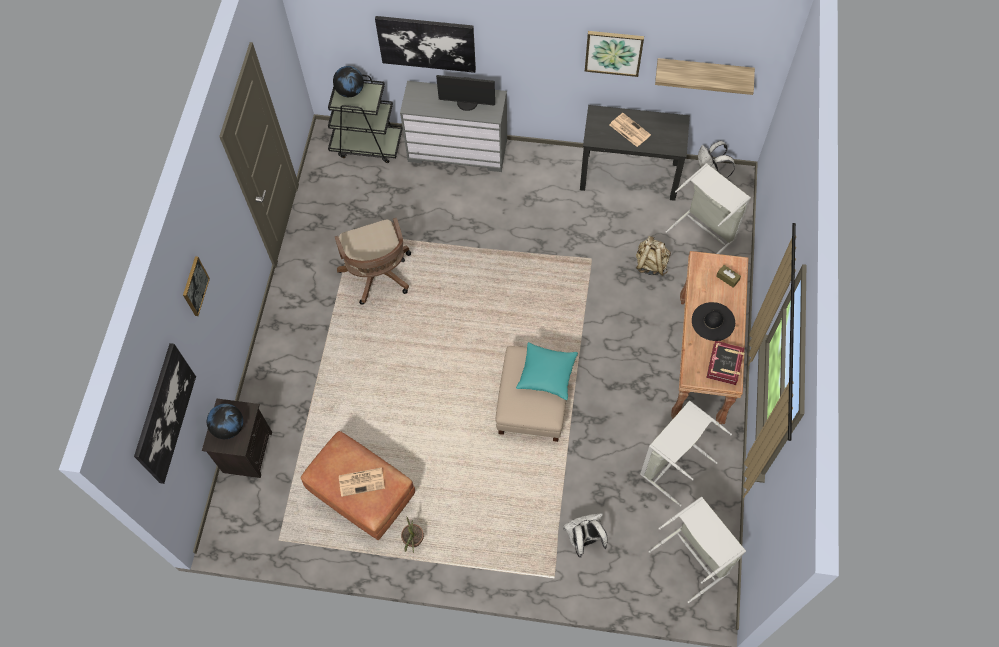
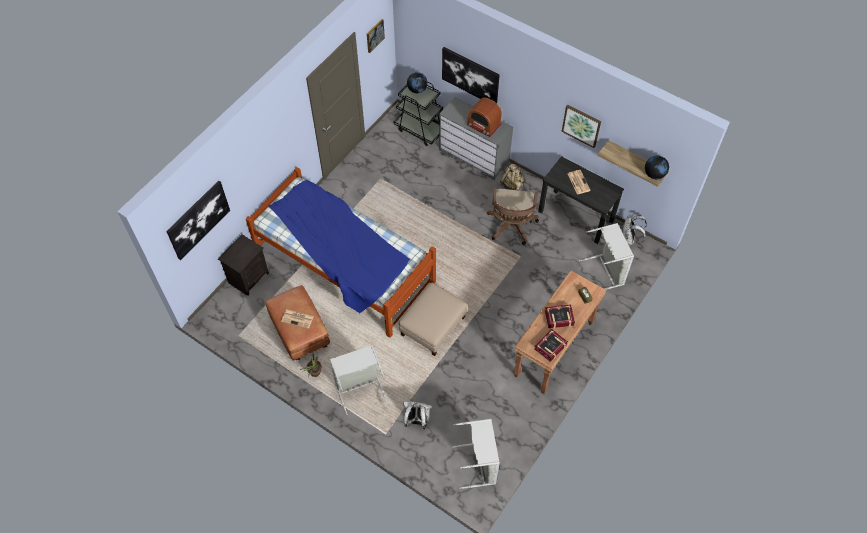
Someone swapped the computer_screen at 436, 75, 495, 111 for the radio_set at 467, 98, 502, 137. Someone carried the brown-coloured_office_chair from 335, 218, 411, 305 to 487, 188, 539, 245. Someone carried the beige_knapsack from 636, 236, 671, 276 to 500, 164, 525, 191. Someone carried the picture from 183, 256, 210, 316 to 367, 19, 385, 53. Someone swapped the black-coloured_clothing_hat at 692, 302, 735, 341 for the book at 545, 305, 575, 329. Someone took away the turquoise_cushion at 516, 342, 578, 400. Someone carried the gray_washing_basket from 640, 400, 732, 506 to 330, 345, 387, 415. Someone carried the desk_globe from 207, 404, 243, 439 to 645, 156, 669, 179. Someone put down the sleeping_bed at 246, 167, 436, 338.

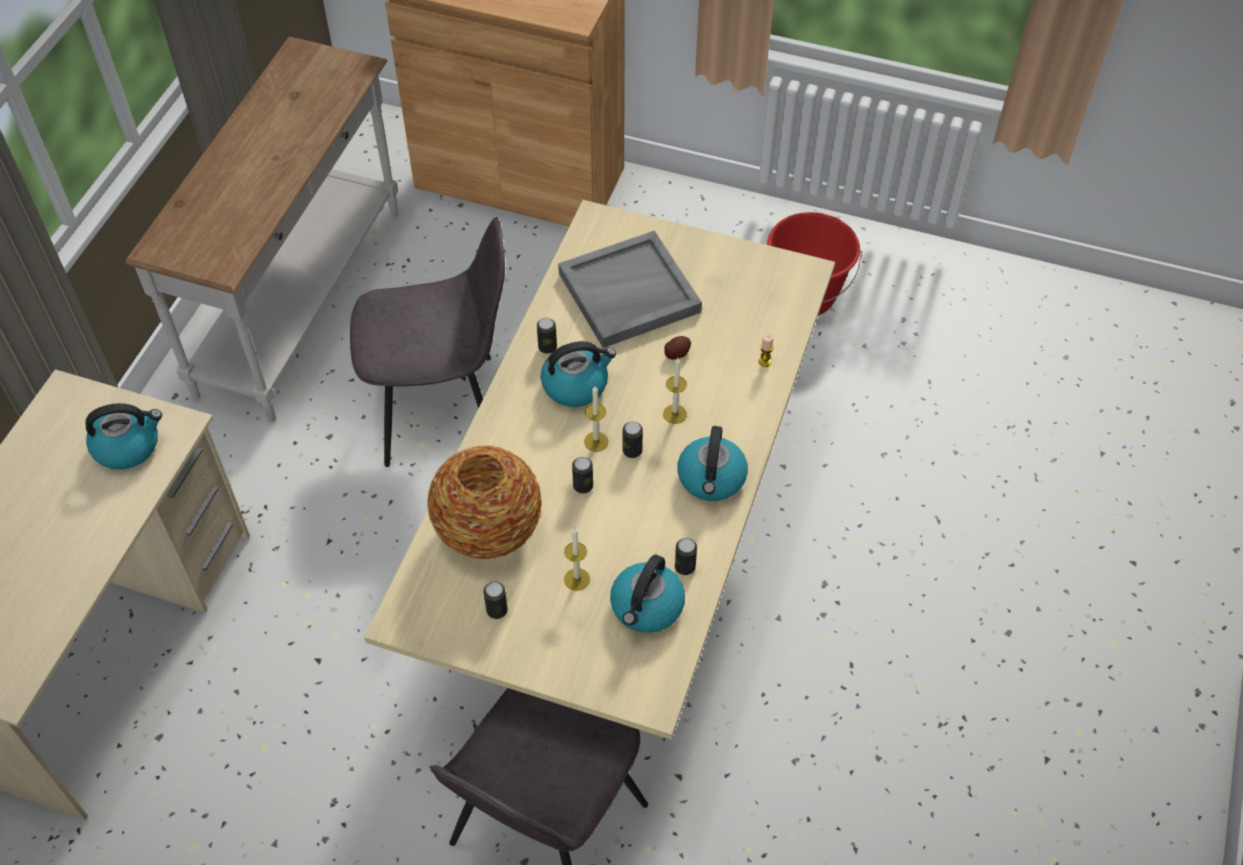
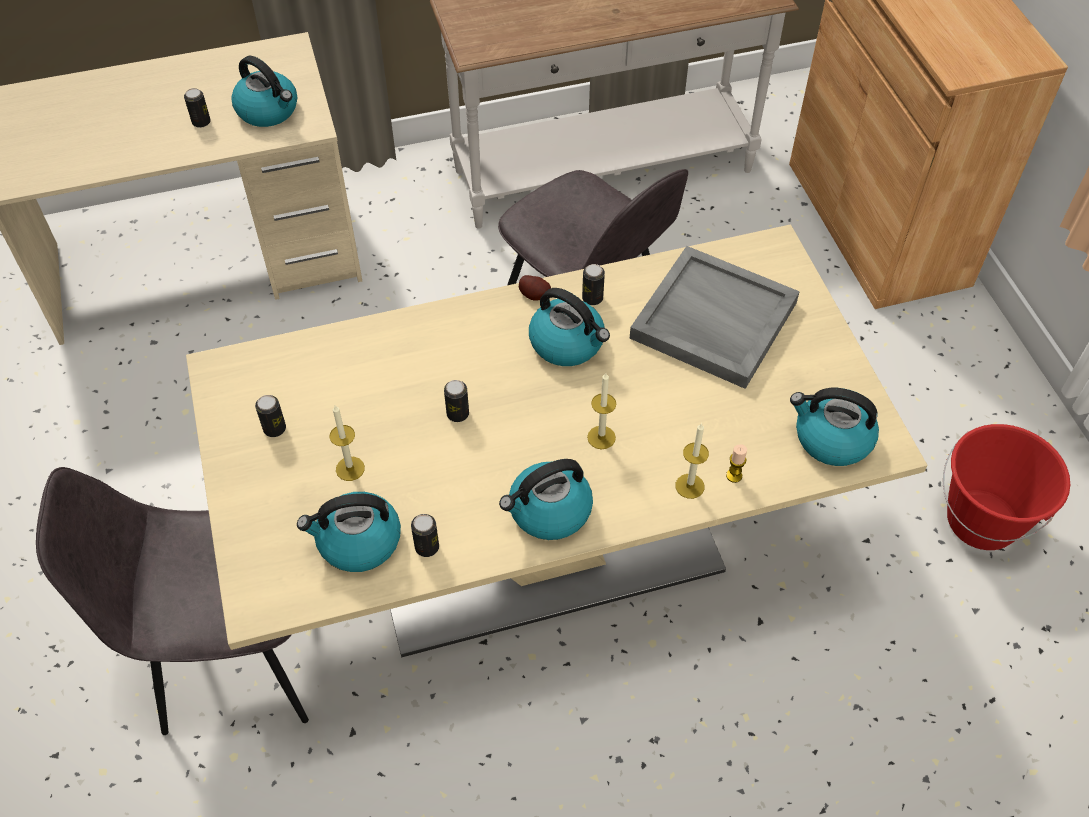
Someone carried the potato from 664, 336, 691, 359 to 519, 275, 551, 301. Someone carried the candle from 584, 386, 609, 452 to 676, 423, 709, 499. Someone carried the can from 623, 422, 643, 458 to 184, 88, 211, 128. Someone took away the vase at 427, 445, 542, 559. Someone put down the water_kettle at 790, 388, 879, 466.

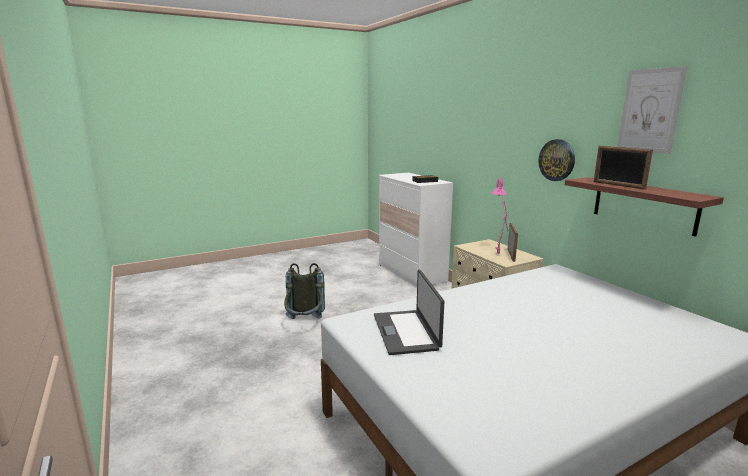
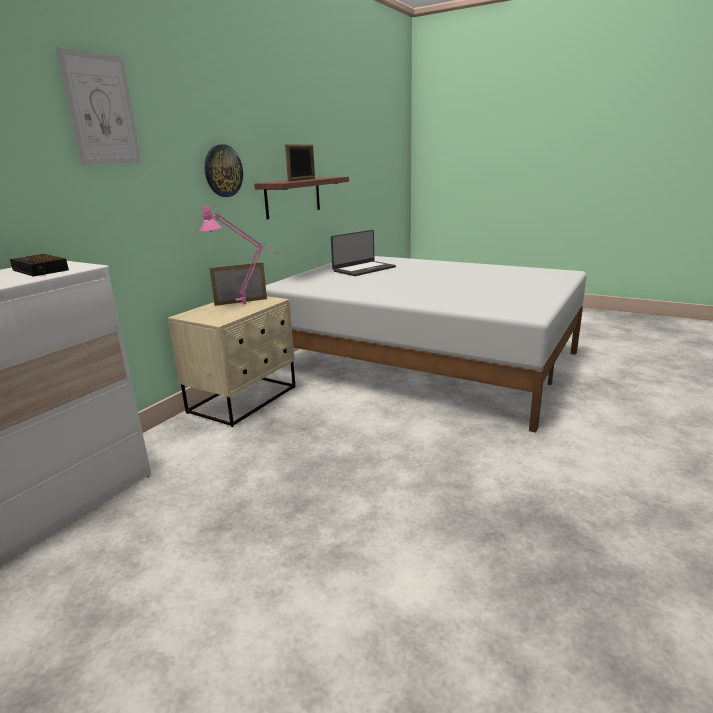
Someone carried the picture from 617, 66, 687, 154 to 56, 47, 141, 165. Someone took away the gray_knapsack at 284, 263, 325, 319. Someone carried the portable_computer from 374, 270, 444, 355 to 331, 230, 396, 276.

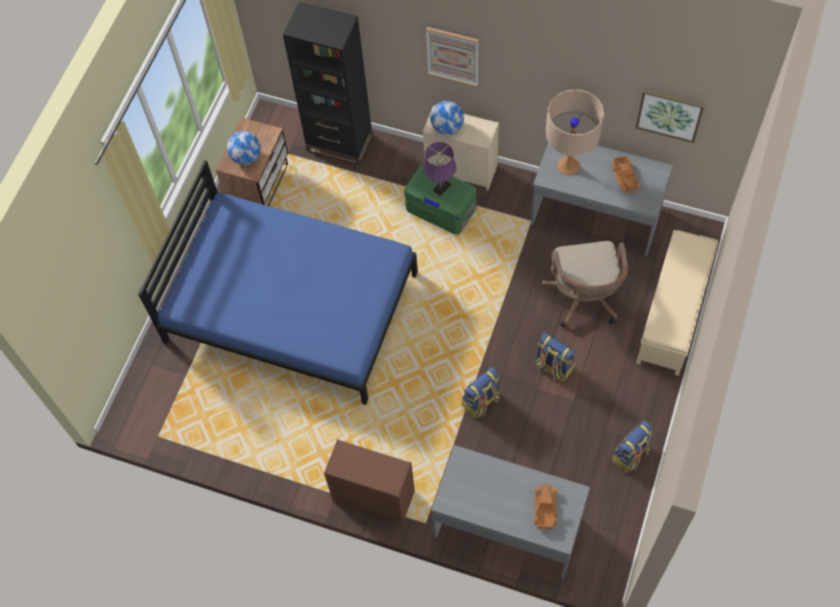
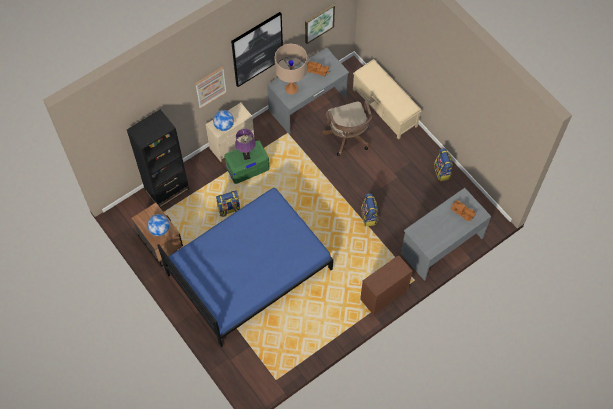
Someone rotated the brown-coloured_office_chair at 541, 241, 629, 327 by 45 degrees clockwise. Someone carried the knapsack from 535, 332, 576, 381 to 216, 191, 240, 217. Someone put up the picture at 231, 12, 283, 87.

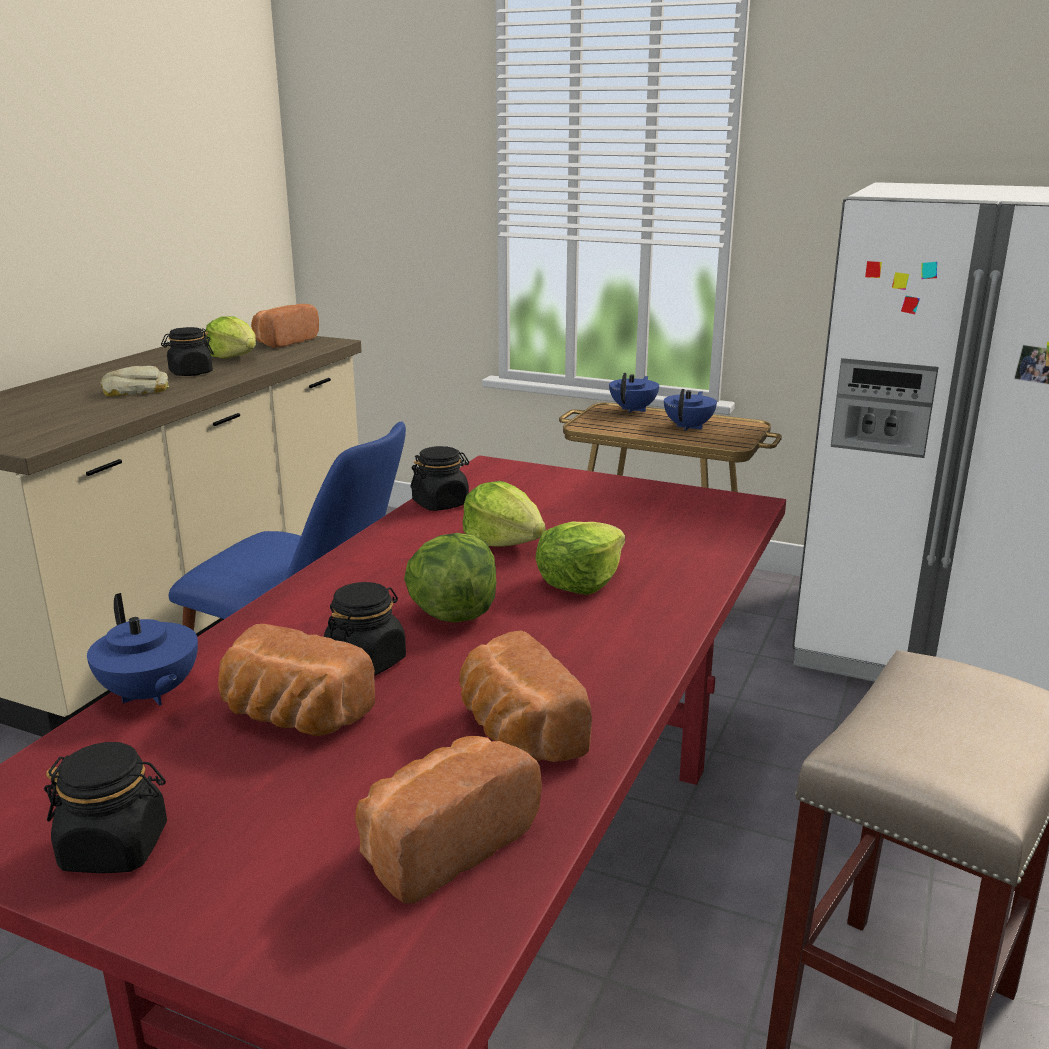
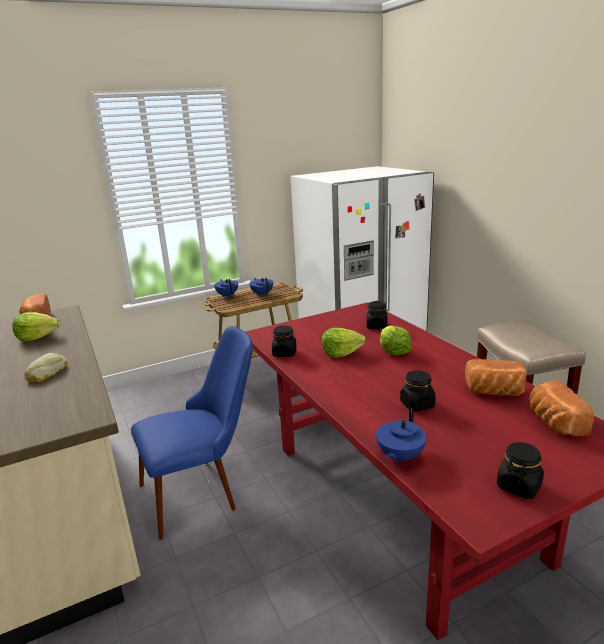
Someone carried the black-coloured_preserve_jar from 161, 327, 214, 376 to 366, 301, 388, 329. Someone took away the lettuce at 404, 533, 497, 623. Someone rotated the bluish_tea_pot at 87, 593, 198, 706 by 120 degrees clockwise. Someone took away the baked_bread at 218, 624, 375, 736.

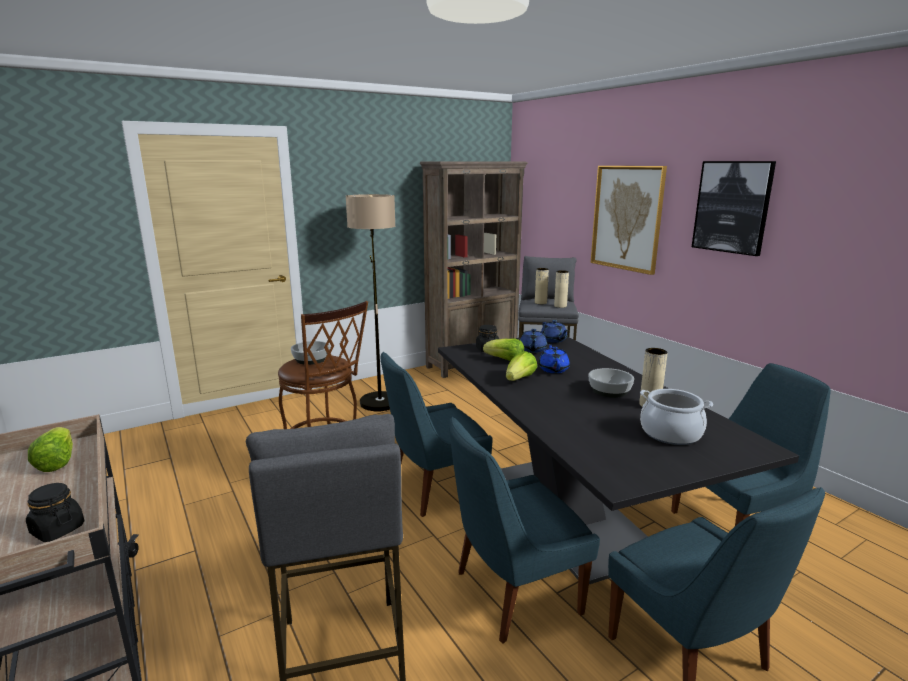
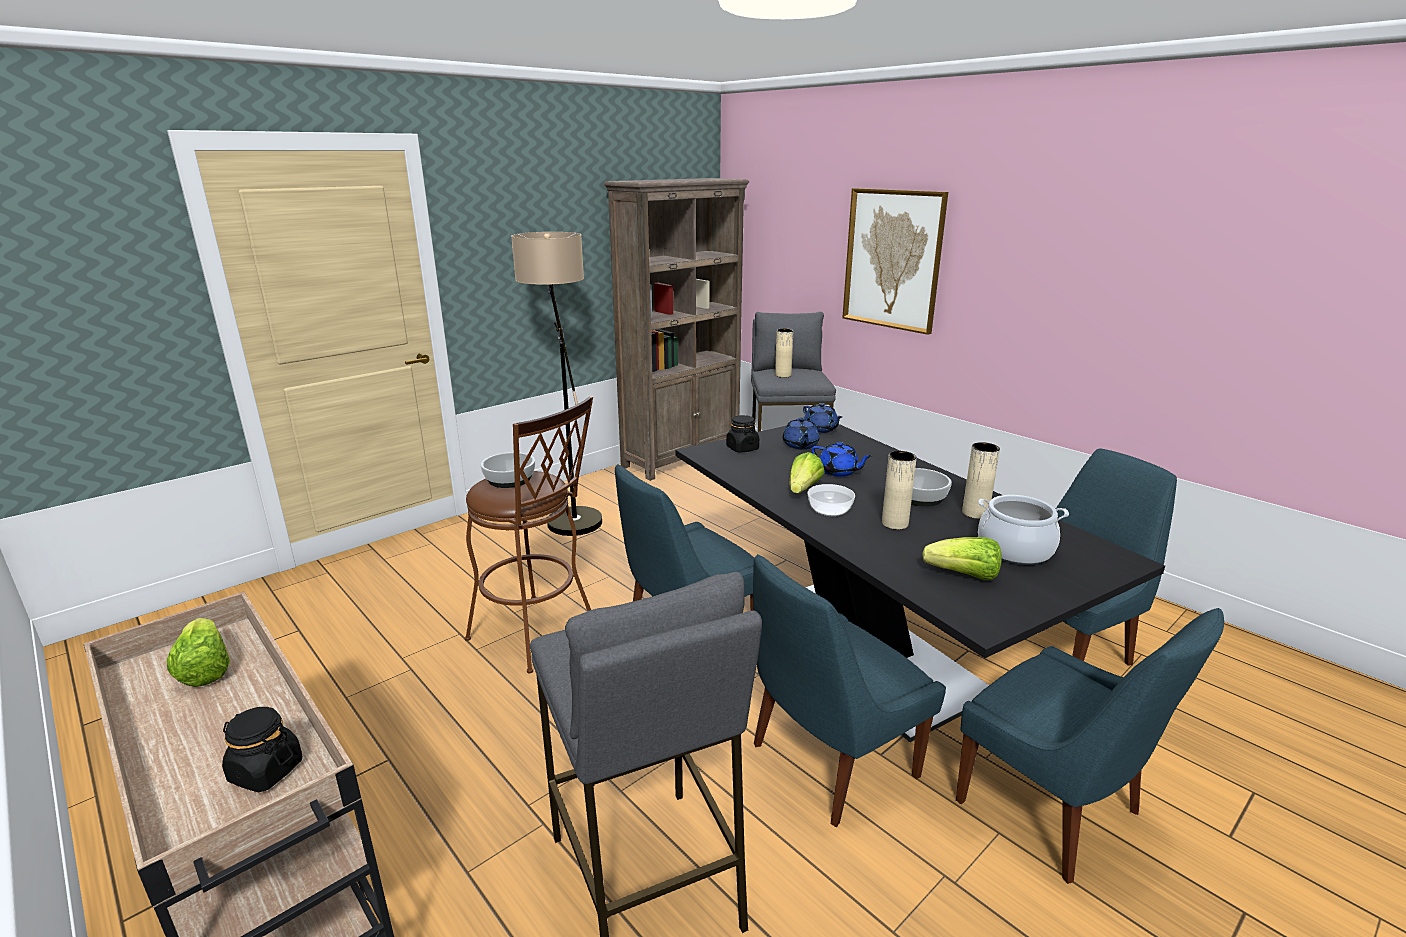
Someone took away the picture at 692, 161, 776, 256. Someone carried the beige_vase from 554, 270, 569, 308 to 882, 451, 917, 530. Someone carried the lettuce from 483, 339, 524, 361 to 922, 537, 1002, 580. Someone rotated the bluish_tea_pot at 538, 344, 570, 373 by 135 degrees clockwise. Someone put down the bowl at 808, 484, 855, 516.

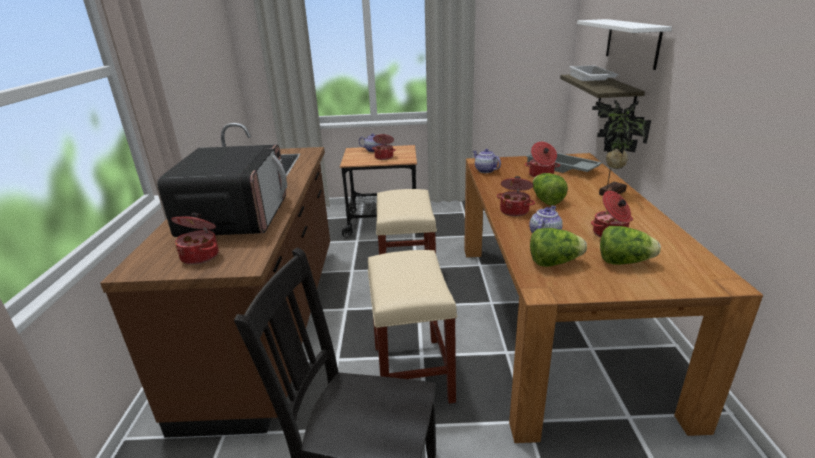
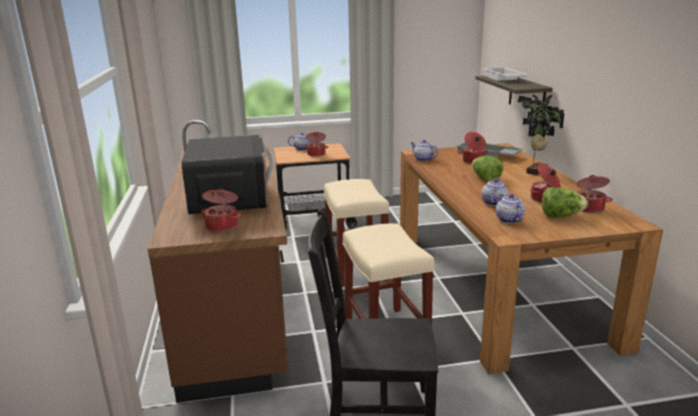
Someone took away the white-coloured_bracket_shelf at 577, 19, 672, 70. Someone carried the saucepot from 497, 176, 535, 216 to 577, 175, 613, 213. Someone swapped the lettuce at 530, 228, 587, 267 for the tea_pot at 496, 194, 525, 223.

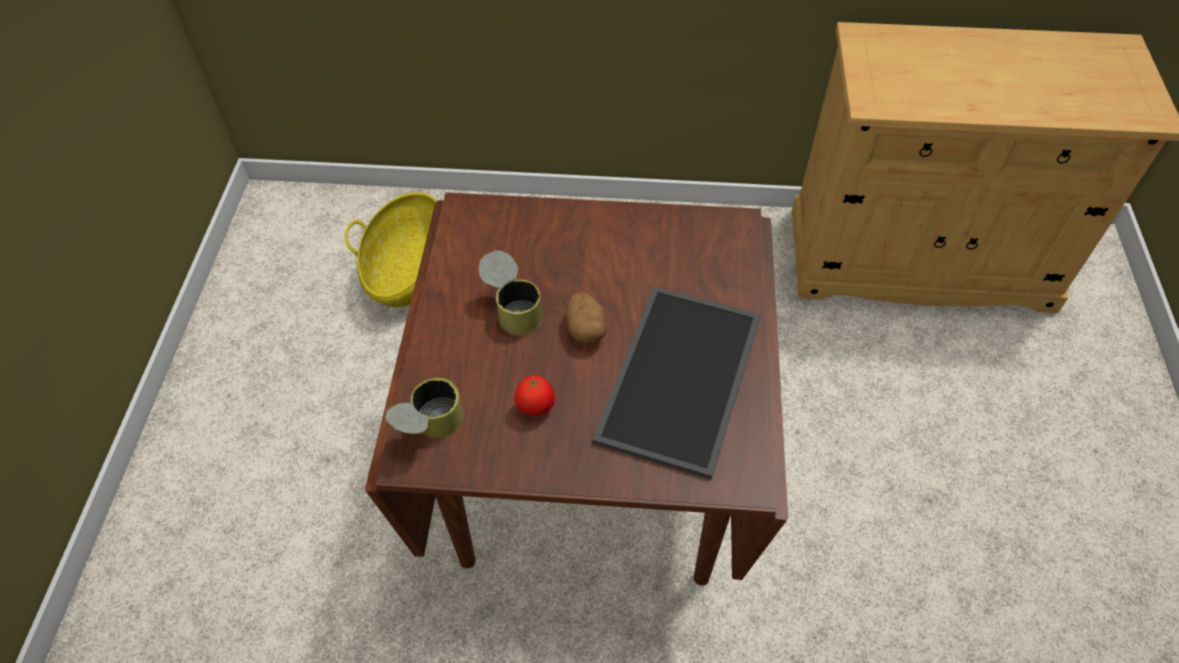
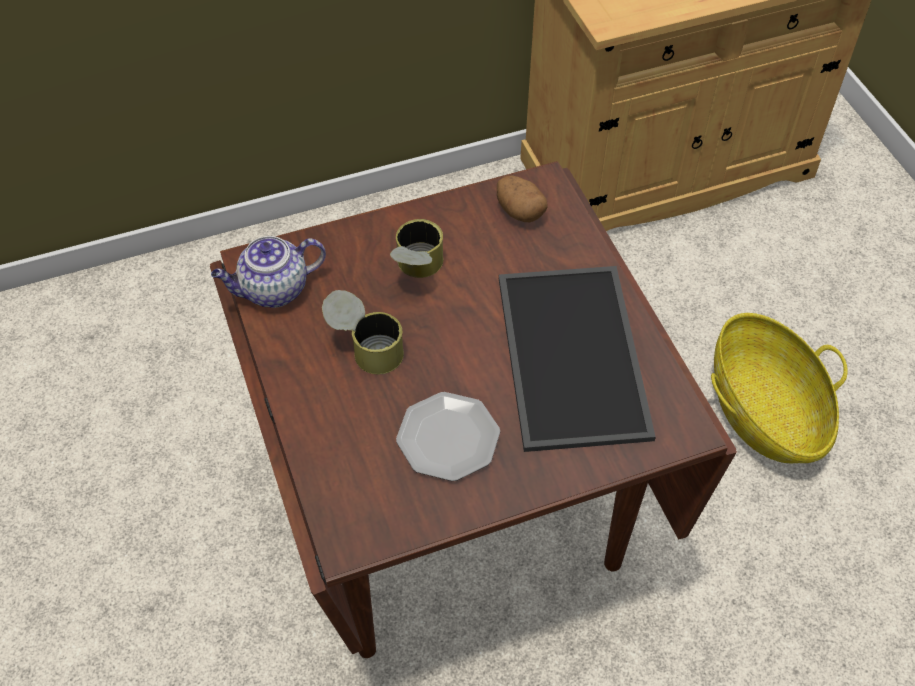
Someone carried the basket from 345, 192, 437, 307 to 711, 313, 848, 463. Someone carried the potato from 566, 292, 607, 344 to 497, 176, 548, 222. Someone swapped the tomato at 514, 374, 555, 415 for the plate at 396, 392, 500, 481. Someone carried the can from 385, 378, 464, 438 to 390, 219, 443, 278. Someone put down the tea_pot at 211, 236, 326, 308.

